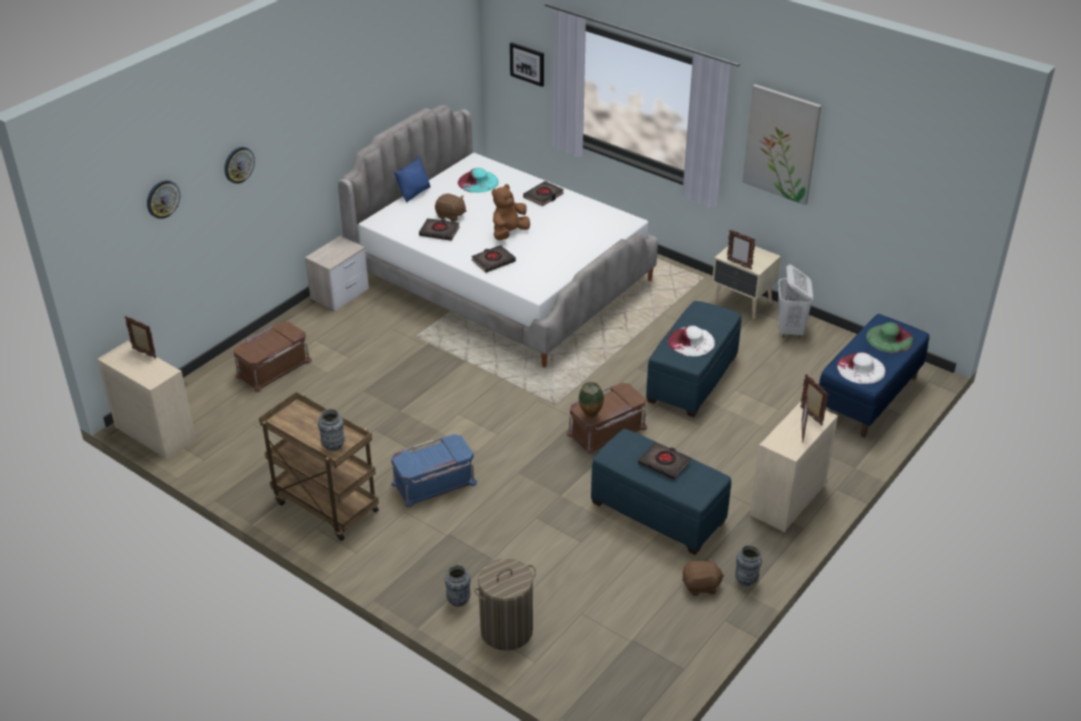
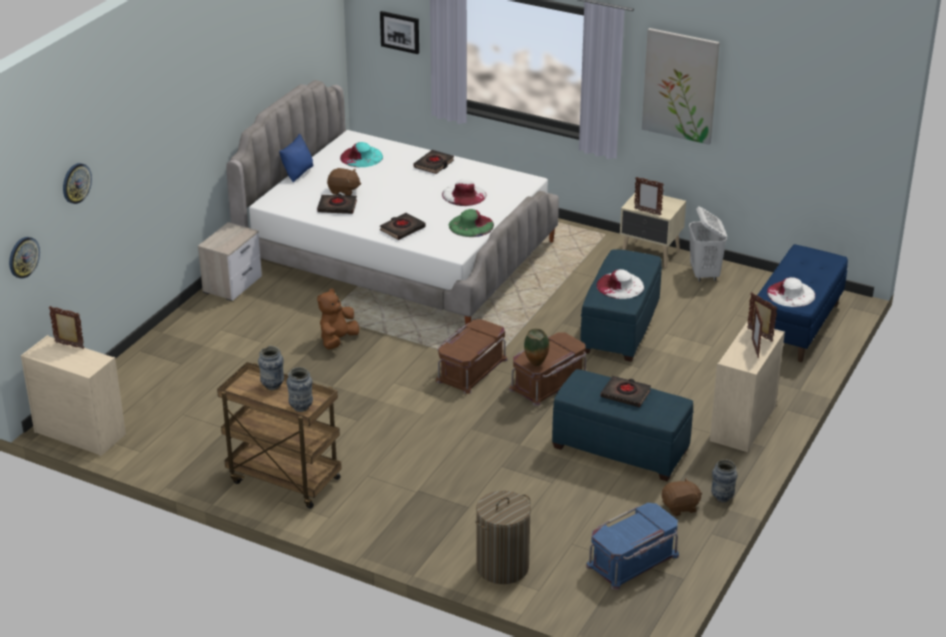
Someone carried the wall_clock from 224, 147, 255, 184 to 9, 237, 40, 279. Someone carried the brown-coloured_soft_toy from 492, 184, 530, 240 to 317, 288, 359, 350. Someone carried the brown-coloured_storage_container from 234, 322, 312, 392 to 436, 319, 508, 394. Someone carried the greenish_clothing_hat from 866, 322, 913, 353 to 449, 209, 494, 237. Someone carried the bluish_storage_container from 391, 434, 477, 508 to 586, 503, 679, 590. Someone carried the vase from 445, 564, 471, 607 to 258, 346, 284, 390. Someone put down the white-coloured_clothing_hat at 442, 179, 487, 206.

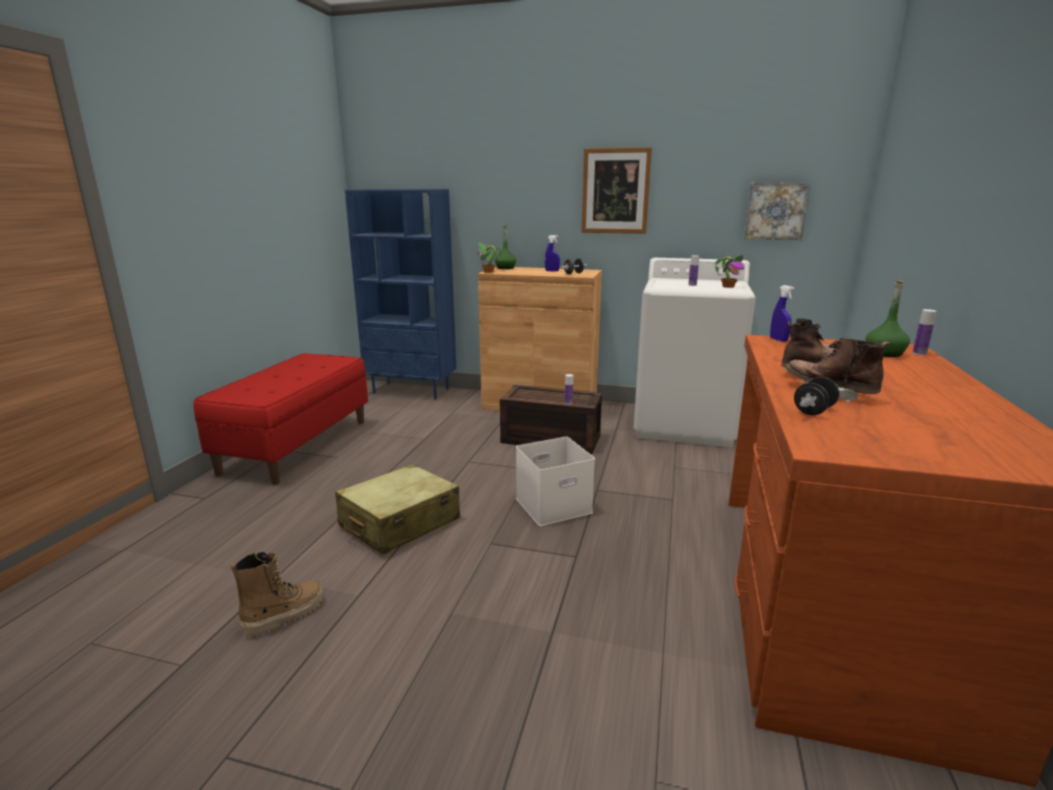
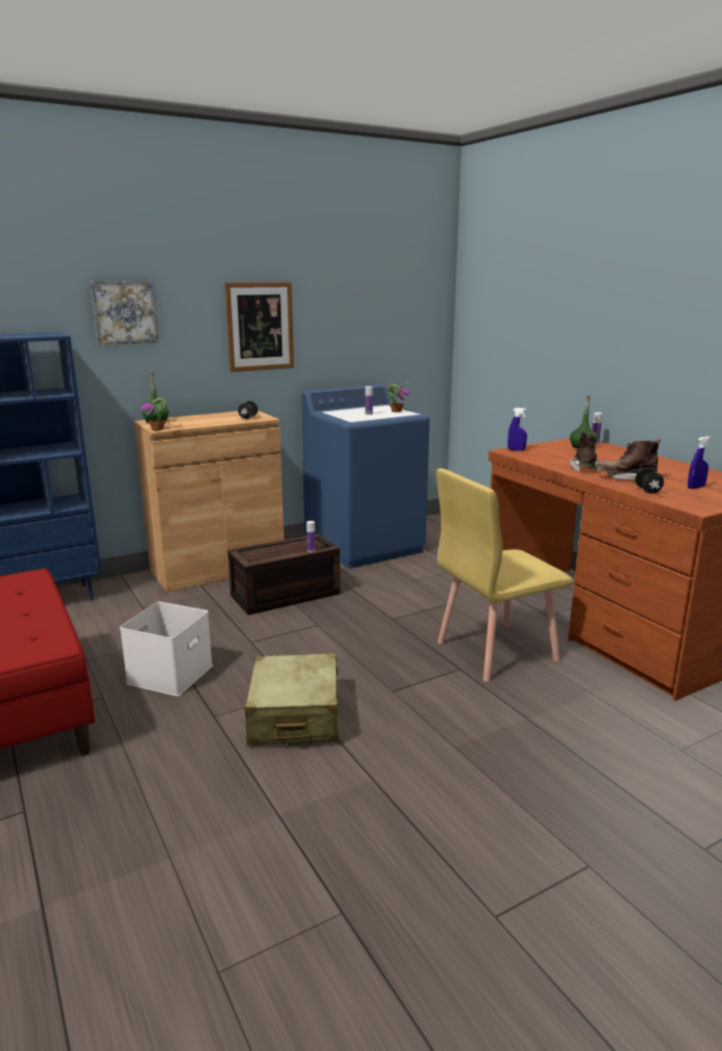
Someone carried the picture from 744, 182, 810, 240 to 90, 281, 159, 345. Someone carried the bluish_sprayer from 545, 235, 560, 272 to 688, 436, 711, 489. Someone repainted the white-coloured_washing_machine at 634, 258, 756, 447, which became the bluish_washing_machine at 302, 384, 430, 568. Someone carried the white-coloured_storage_container from 516, 437, 595, 526 to 120, 602, 213, 696. Someone took away the boot at 230, 552, 323, 639. Someone put down the yellowish_plain_chair at 436, 468, 574, 682.

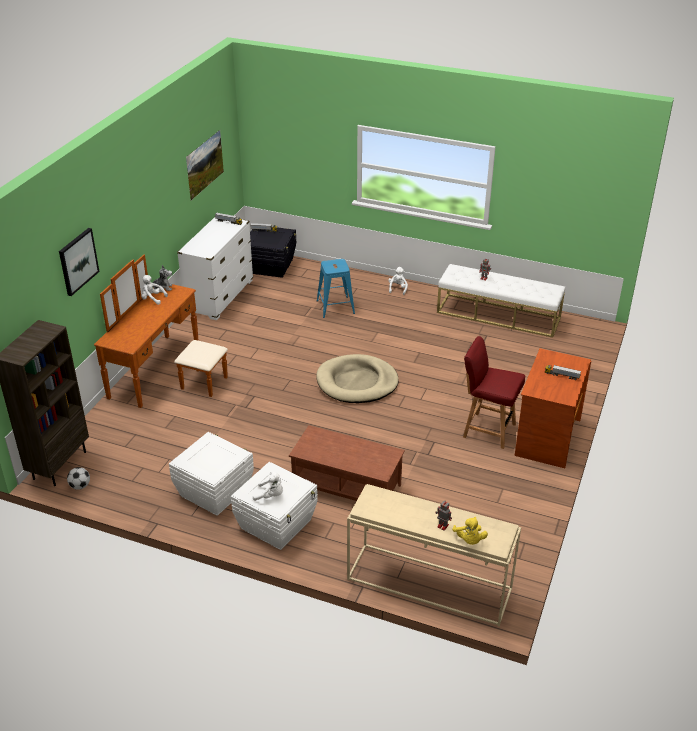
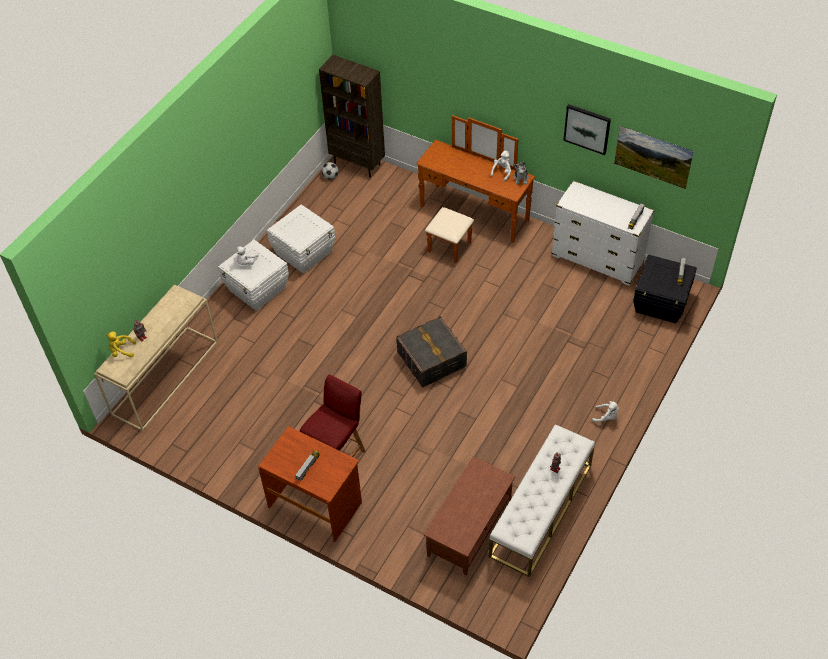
Someone carried the picture from 59, 228, 99, 296 to 563, 104, 611, 155. Someone took away the bluish_stool_seat at 317, 259, 355, 318. Someone swapped the beige_dog_cushion at 316, 354, 399, 403 for the gray_storage_container at 396, 316, 467, 387. Someone carried the brown-coloured_low_table from 289, 425, 405, 501 to 424, 457, 515, 576.

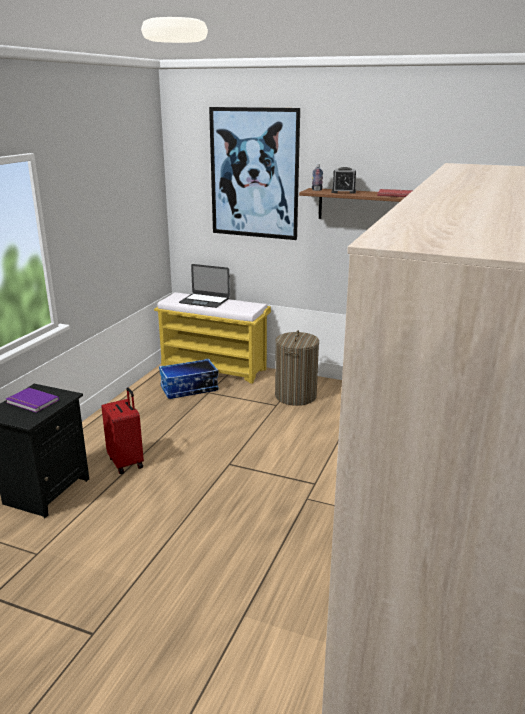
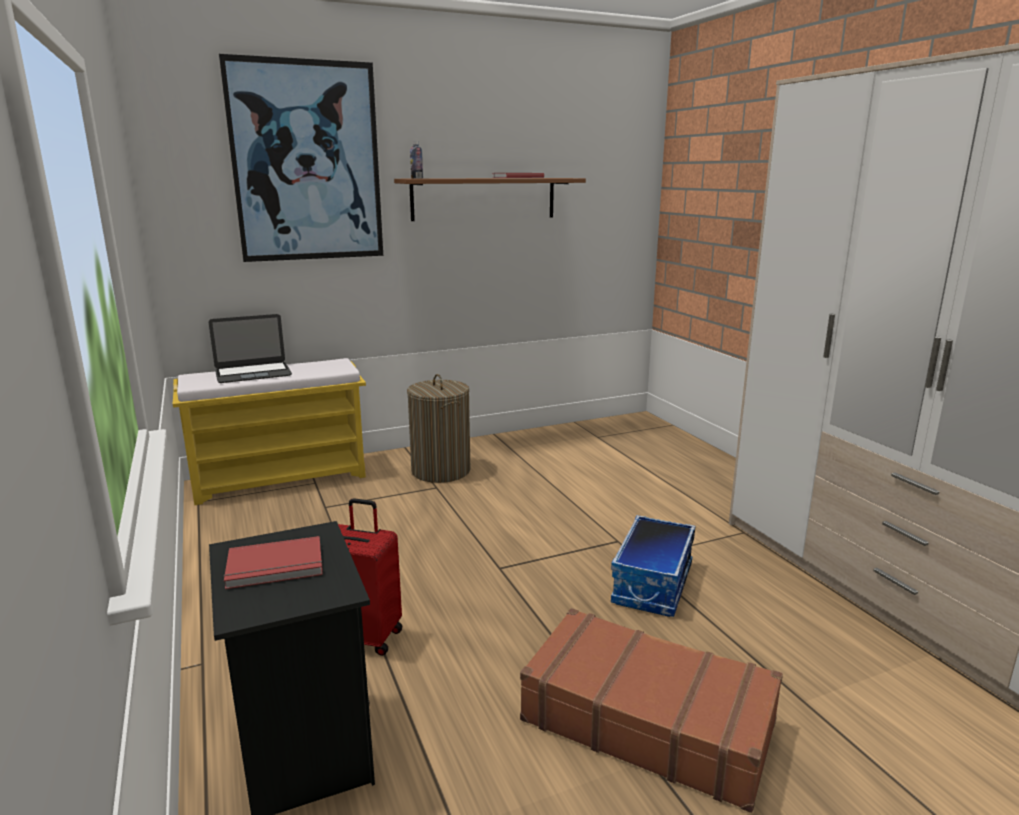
Someone took away the alarm_clock at 332, 167, 356, 194. Someone carried the storage_container from 159, 359, 219, 399 to 611, 515, 695, 617. Someone repainted the purple_book at 6, 388, 59, 412, which became the reddish_book at 224, 536, 323, 589. Someone put down the brown-coloured_suitcase at 520, 608, 783, 813.

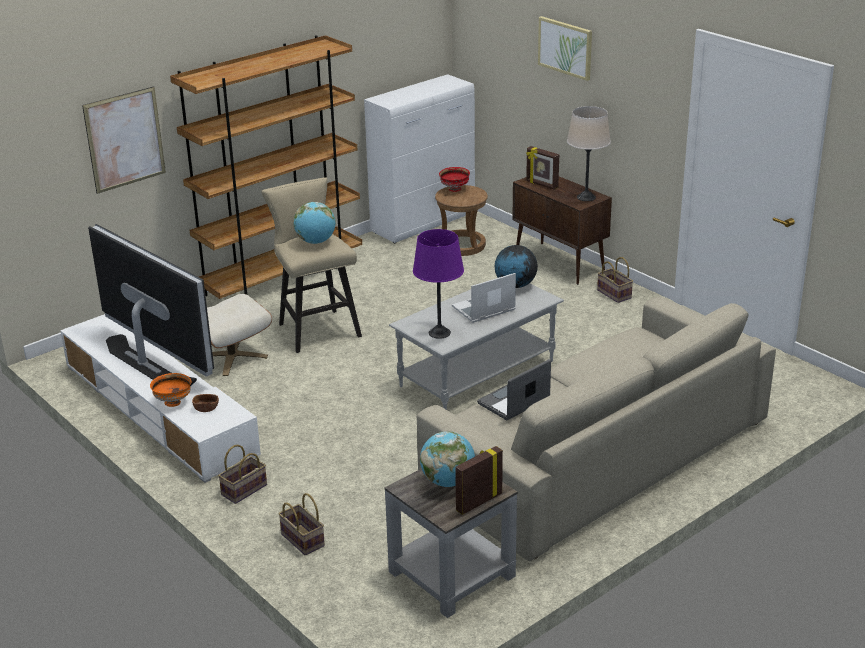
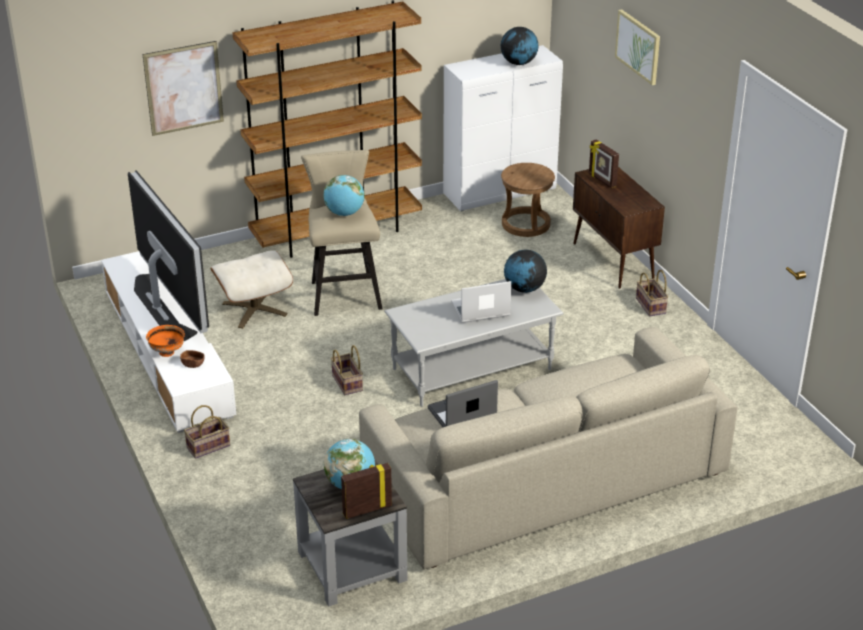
Someone took away the beige_tabletop_lamp at 567, 106, 611, 201. Someone took away the reddish_bowl at 439, 167, 470, 192. Someone took away the purple_tabletop_lamp at 413, 229, 464, 339. Someone carried the basket from 278, 493, 325, 556 to 331, 345, 363, 395. Someone put down the desk_globe at 501, 27, 538, 65.

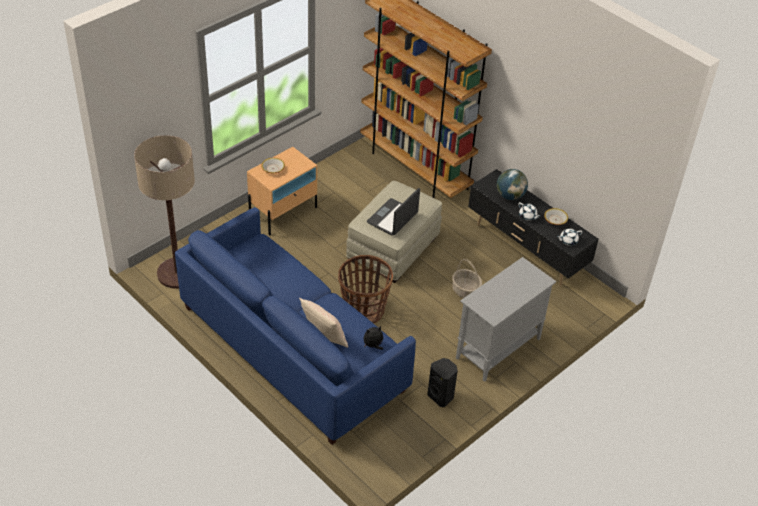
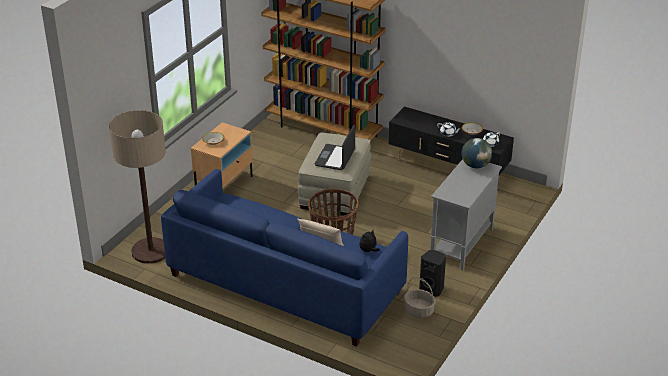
Someone carried the desk_globe from 497, 169, 528, 200 to 462, 138, 492, 168. Someone carried the basket from 452, 259, 482, 298 to 404, 277, 436, 318.

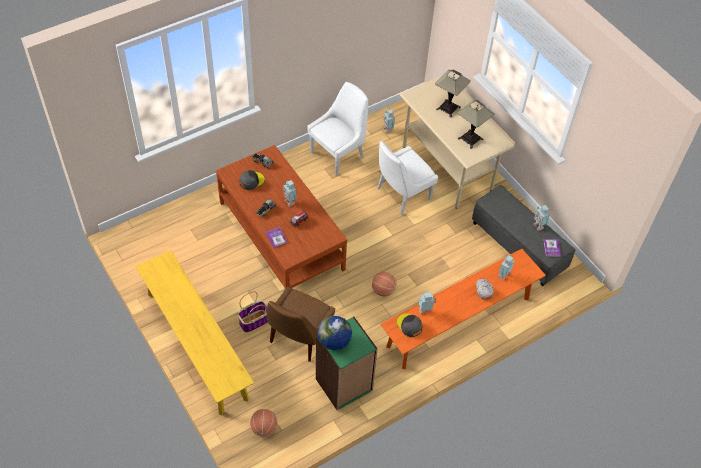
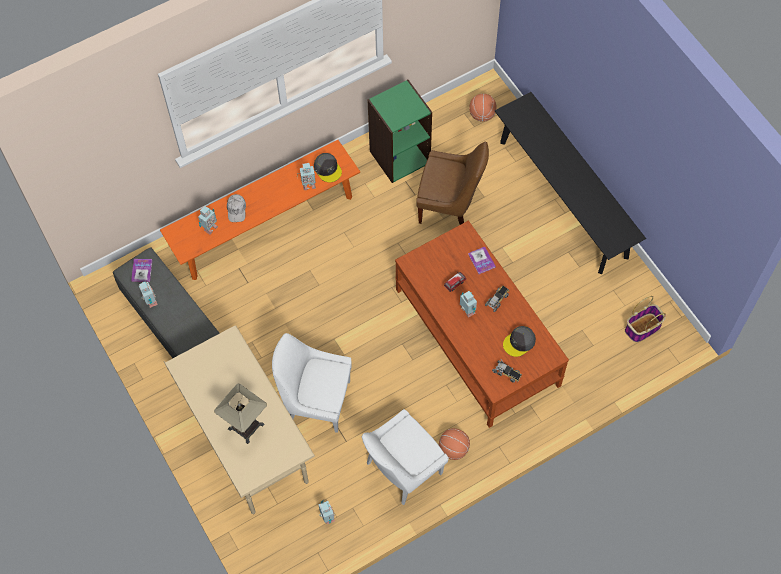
Someone took away the tabletop_lamp at 457, 100, 494, 149. Someone rotated the white-coloured_plain_chair at 377, 141, 438, 215 by 135 degrees counterclockwise. Someone repainted the yellowish_indoor_bench at 135, 250, 254, 415, which became the black-coloured_indoor_bench at 495, 92, 646, 274. Someone carried the basketball_ball from 372, 272, 396, 297 to 439, 428, 470, 460. Someone rotated the brown-coloured_plain_chair at 267, 286, 335, 362 by 75 degrees clockwise. Someone carried the basket from 237, 291, 268, 333 to 625, 296, 666, 342. Someone took away the desk_globe at 318, 316, 352, 350.

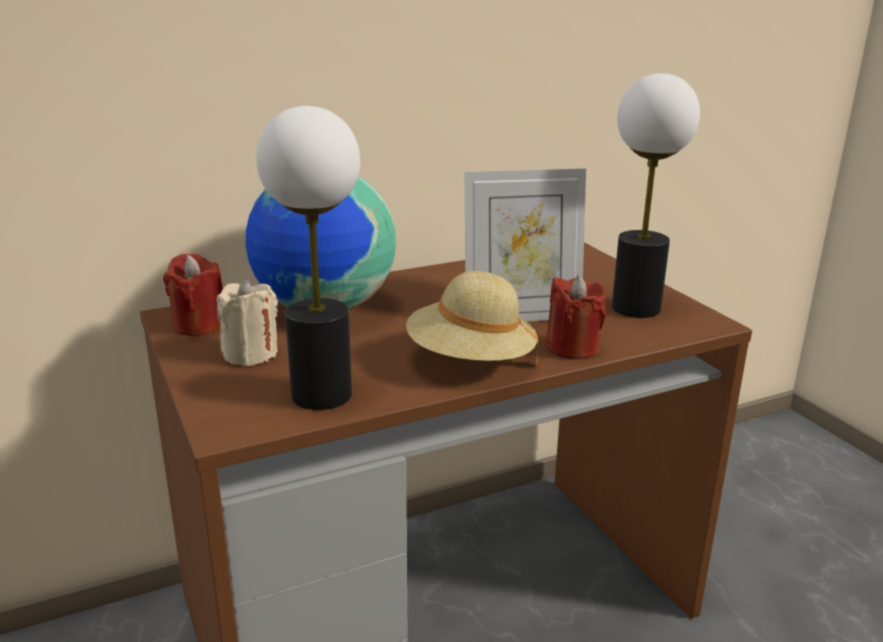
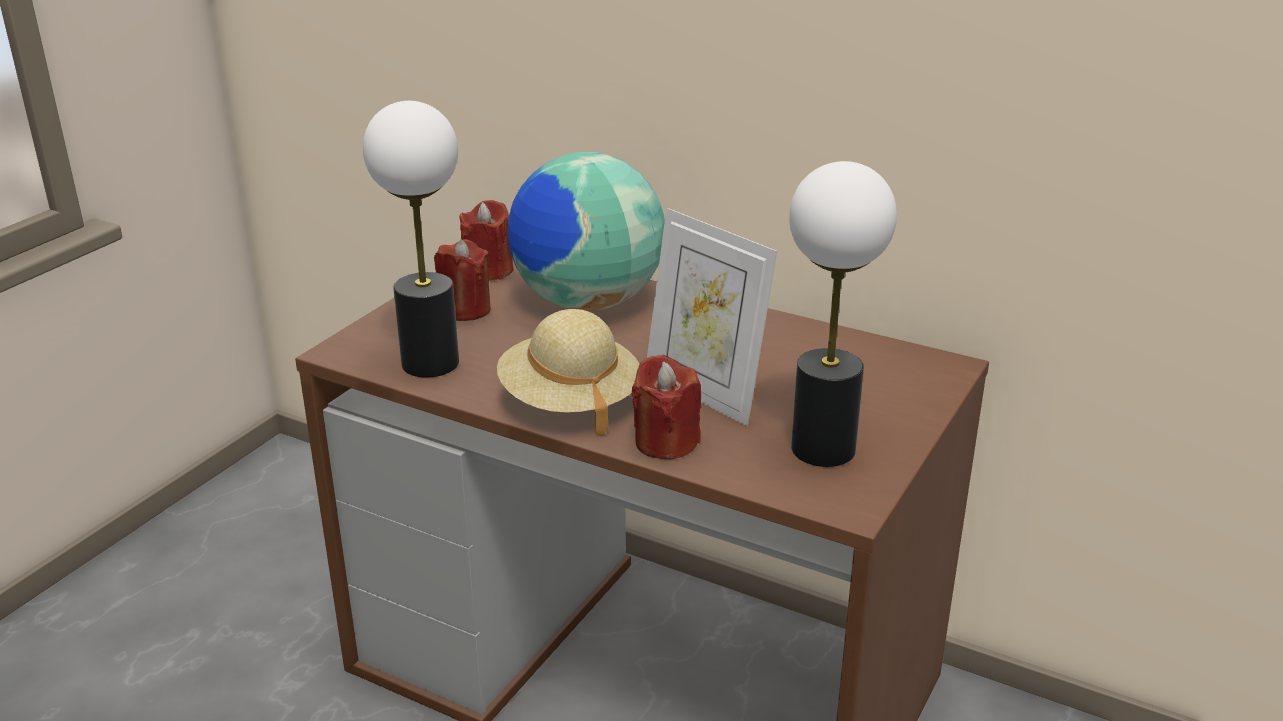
Someone repainted the beige_candle at 216, 279, 278, 366, which became the reddish_candle at 434, 239, 491, 321.

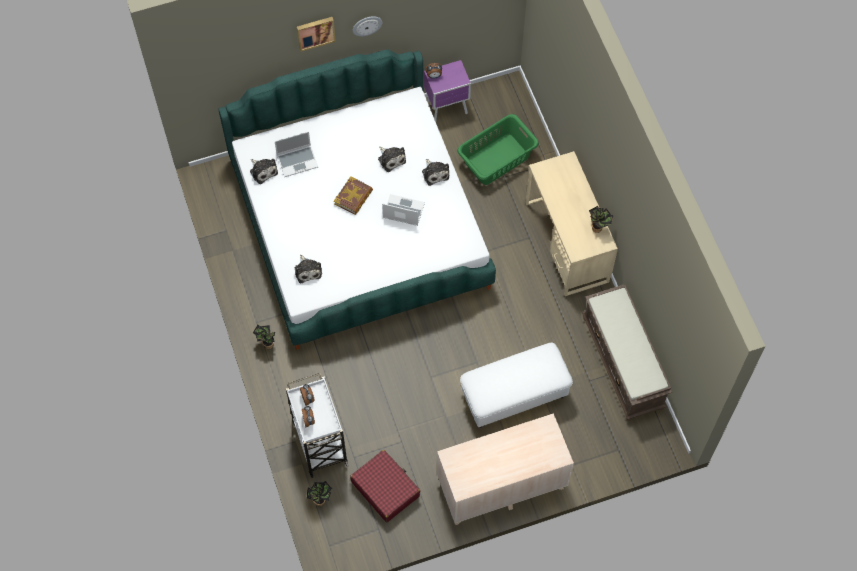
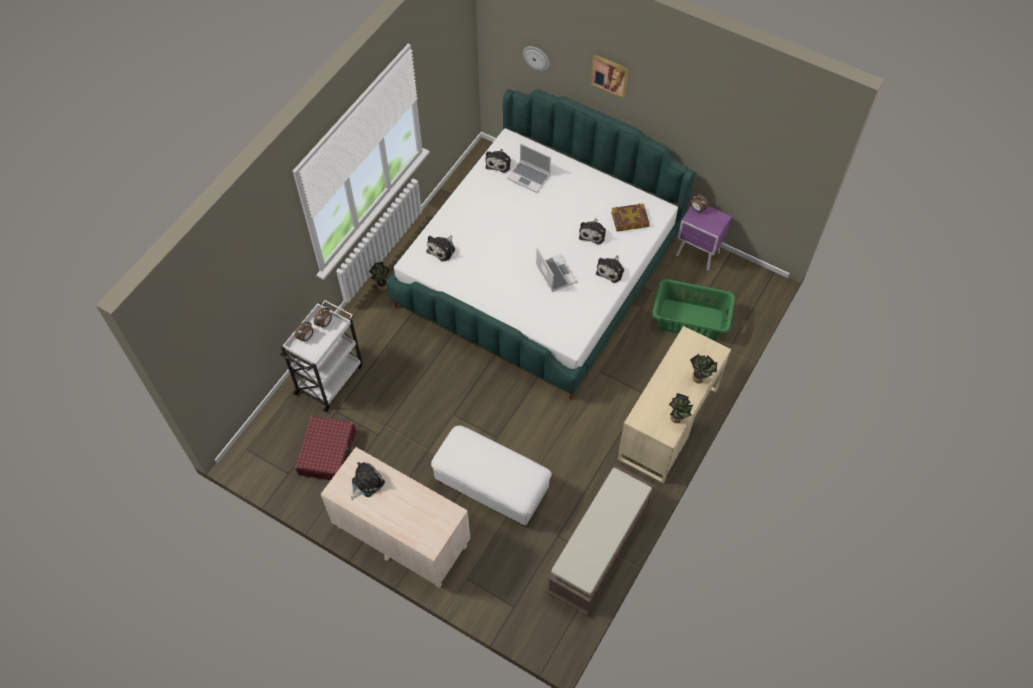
Someone carried the wall_clock from 353, 16, 382, 36 to 523, 46, 550, 72. Someone carried the book from 334, 176, 373, 215 to 611, 203, 649, 231. Someone carried the plant_in_a_pot from 307, 481, 332, 506 to 690, 354, 717, 384. Someone put down the soft_toy at 351, 462, 385, 500.

